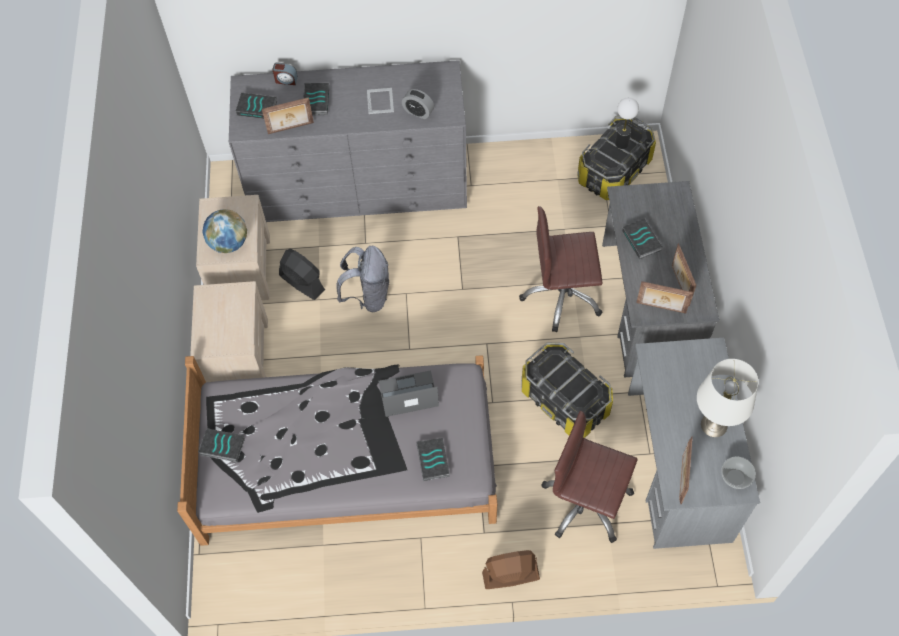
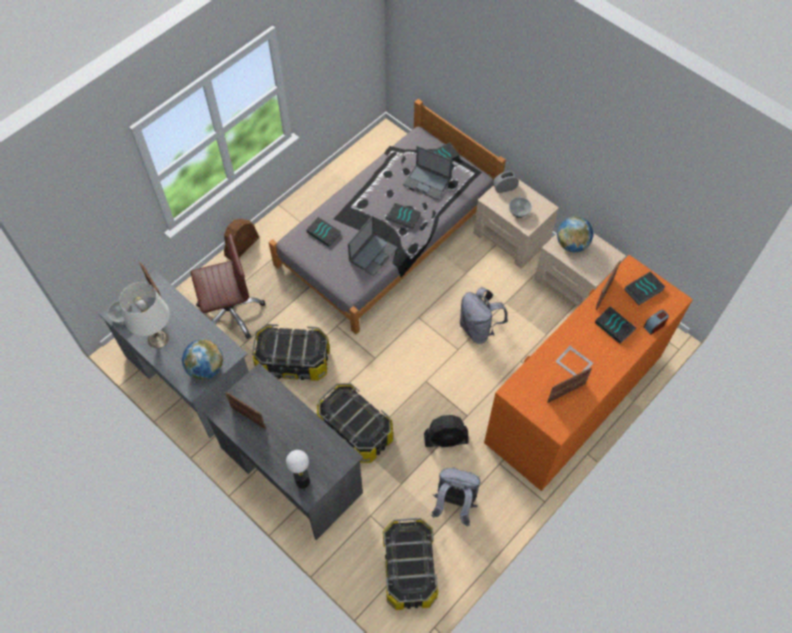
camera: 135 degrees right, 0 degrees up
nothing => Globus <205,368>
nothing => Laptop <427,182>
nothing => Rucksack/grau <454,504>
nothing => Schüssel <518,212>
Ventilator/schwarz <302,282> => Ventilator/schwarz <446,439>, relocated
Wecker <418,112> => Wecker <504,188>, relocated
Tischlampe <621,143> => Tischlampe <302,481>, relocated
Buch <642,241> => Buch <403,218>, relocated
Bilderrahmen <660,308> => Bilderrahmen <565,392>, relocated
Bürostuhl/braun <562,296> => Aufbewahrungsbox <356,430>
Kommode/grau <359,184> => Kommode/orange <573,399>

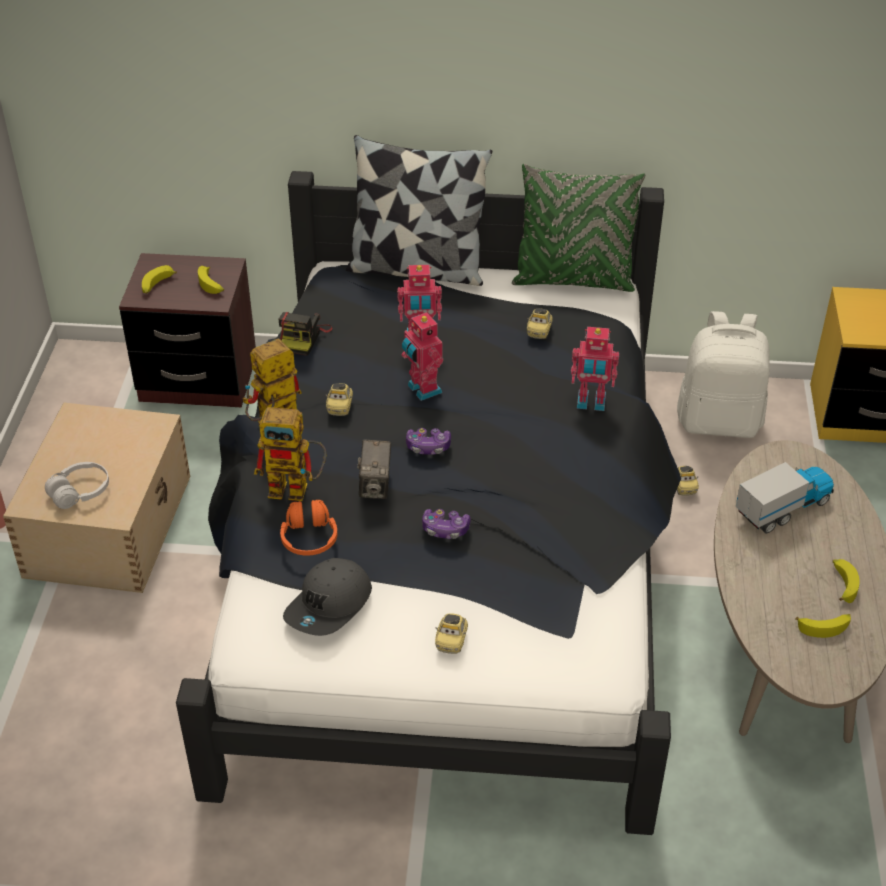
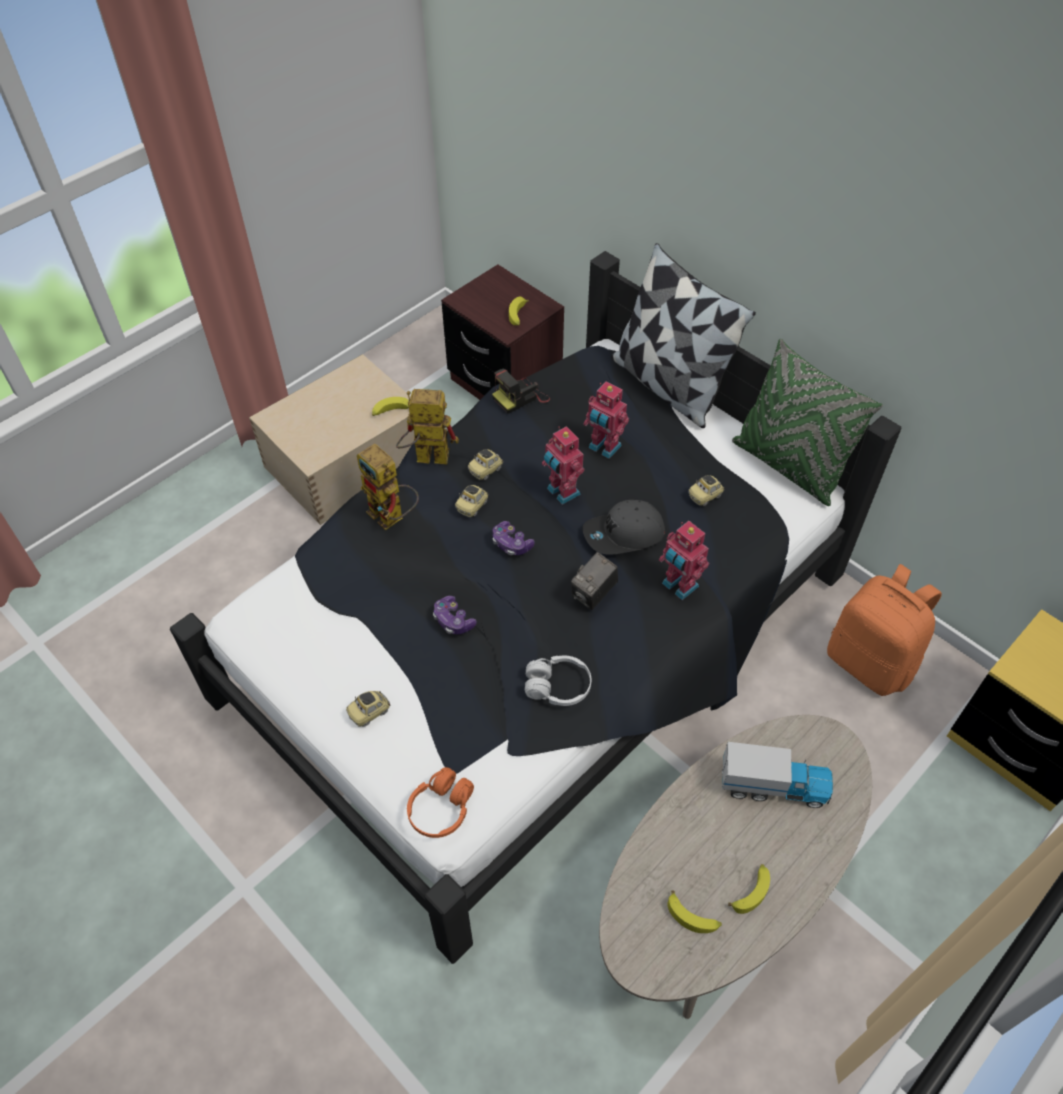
camera: 40 degrees right, 10 degrees up
Kopfhörer/weiß <80,492> => Kopfhörer/weiß <557,687>, relocated
Banane <157,285> => Banane <390,412>, relocated
Kopfhörer/orange <309,538> => Kopfhörer/orange <441,809>, relocated
Kappe/grau <330,606> => Kappe/grau <623,535>, relocated
Kamera <375,486> => Kamera <593,594>, relocated
Spielzeugauto <683,487> => Spielzeugauto <472,506>, relocated
Rucksack/weiß <719,421> => Rucksack/orange <870,662>
Spielzeugroboter <422,390> => Spielzeugroboter <561,492>, 45 degrees counterclockwise

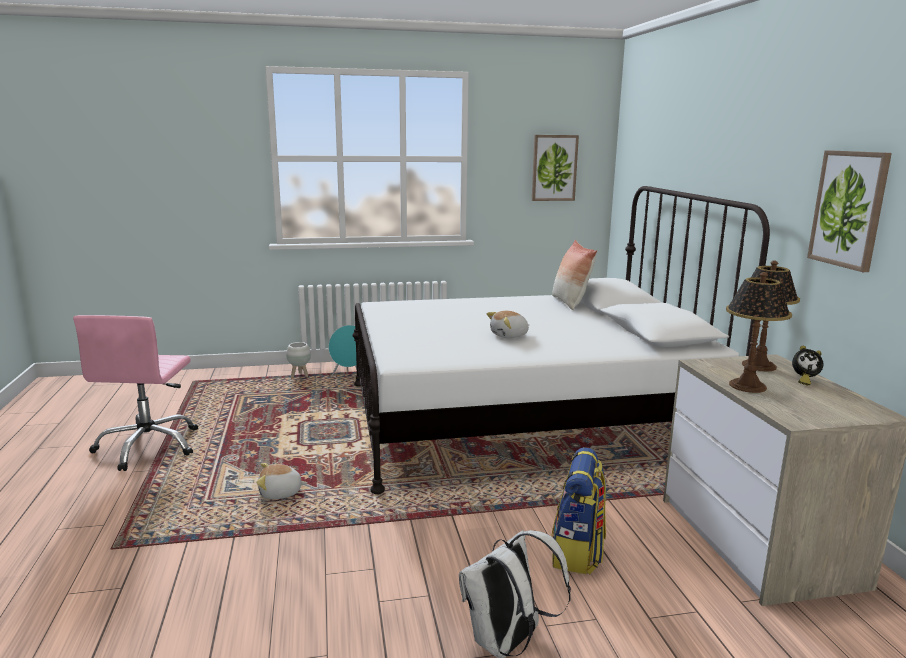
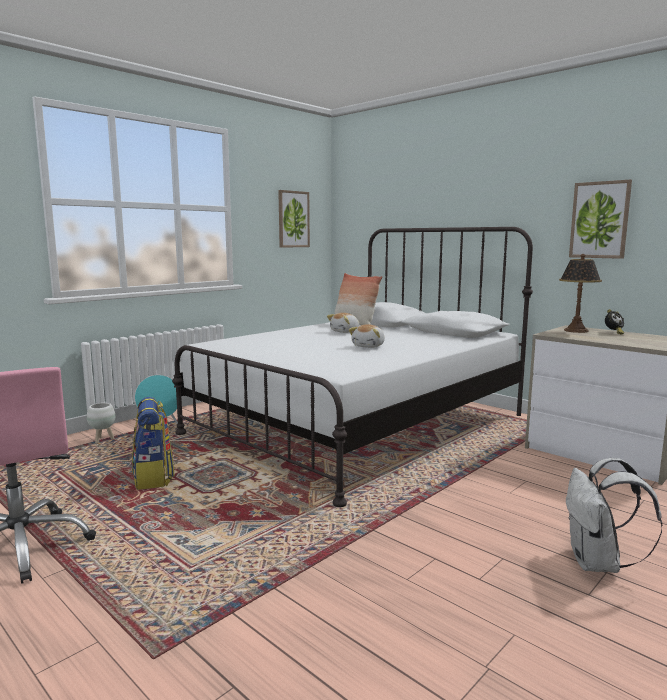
camera: 35 degrees left, 5 degrees down
Tischlampe <747,386> => nothing
Plüschtier <280,493> => Plüschtier <345,331>, relocated
Rucksack <578,553> => Rucksack <154,478>, relocated

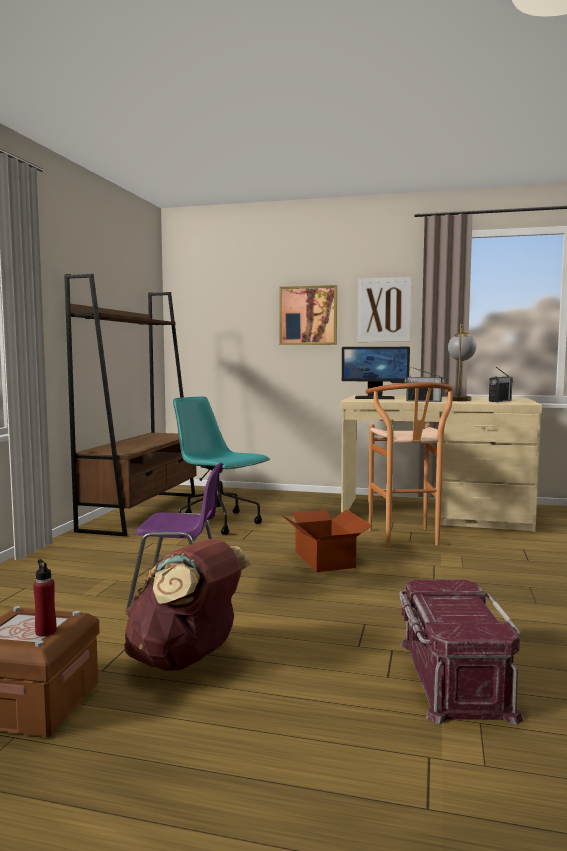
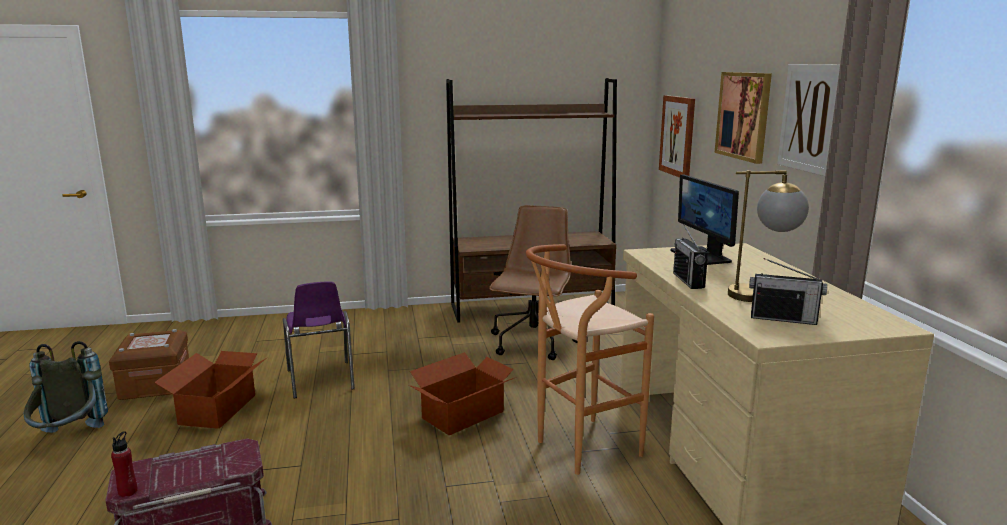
camera: 65 degrees right, 10 degrees up
nothing => Rucksack/grau <69,439>
nothing => Bild <677,136>
Flasche/rot <46,632> => Flasche/rot <128,492>, relocated
Rucksack/braun <186,660> => Karton <217,409>
Bürostuhl/türkis <218,523> => Bürostuhl/braun <533,343>

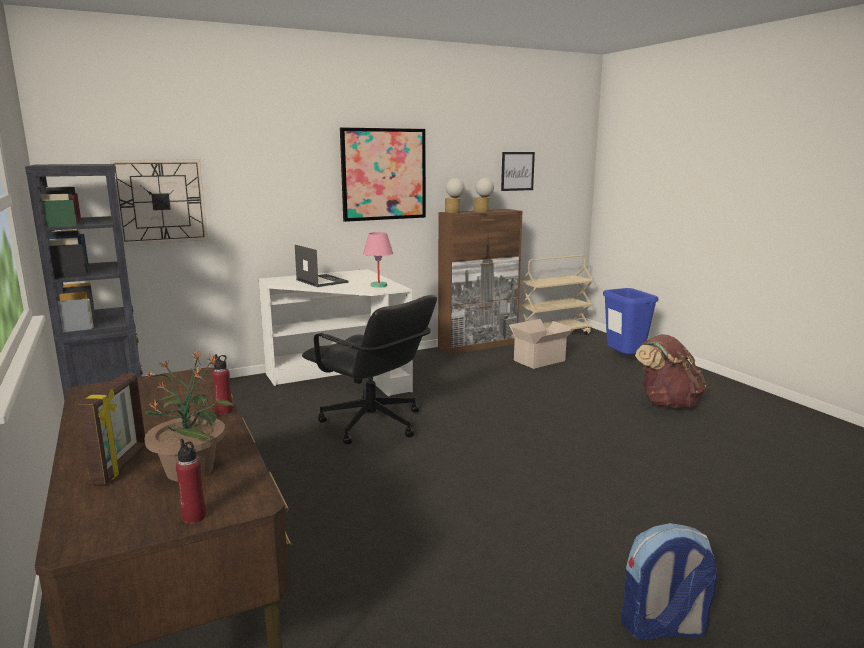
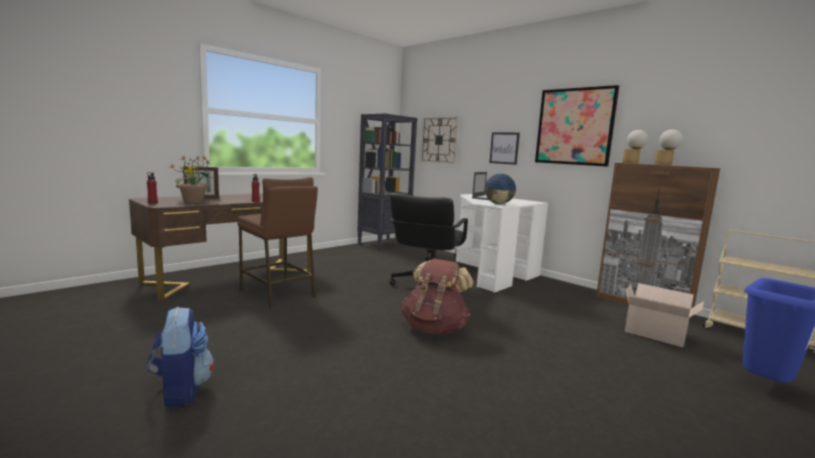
camera: 70 degrees right, 5 degrees down
nothing => Hocker/braun <277,294>
Bild <517,171> => Bild <504,148>, relocated
Rucksack/braun <667,404> => Rucksack/braun <434,328>, relocated
Tischlampe/rosa <379,285> => Globus <499,204>

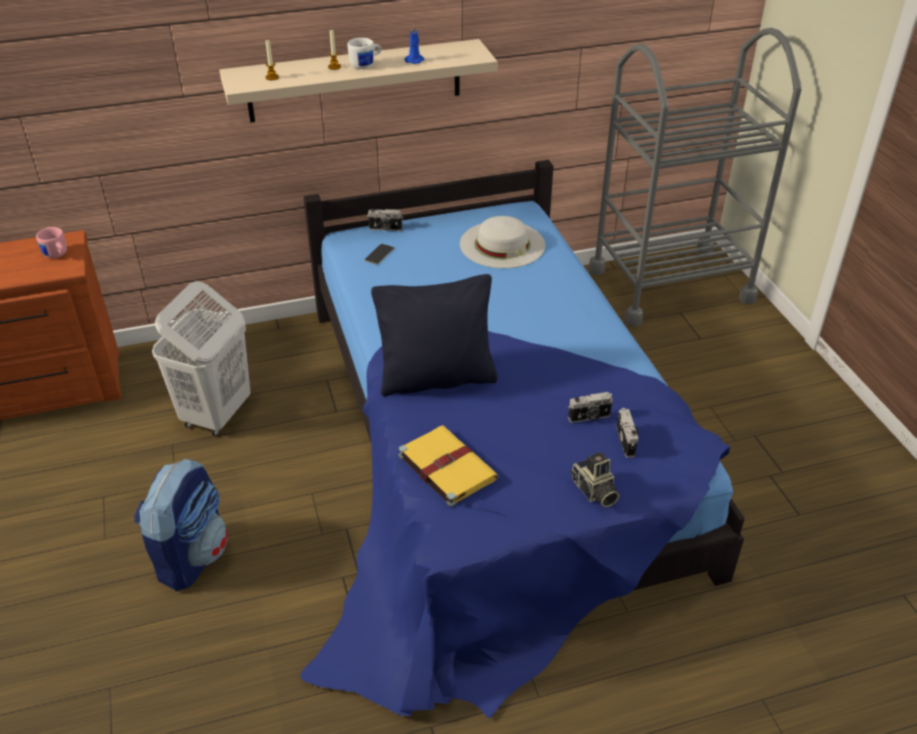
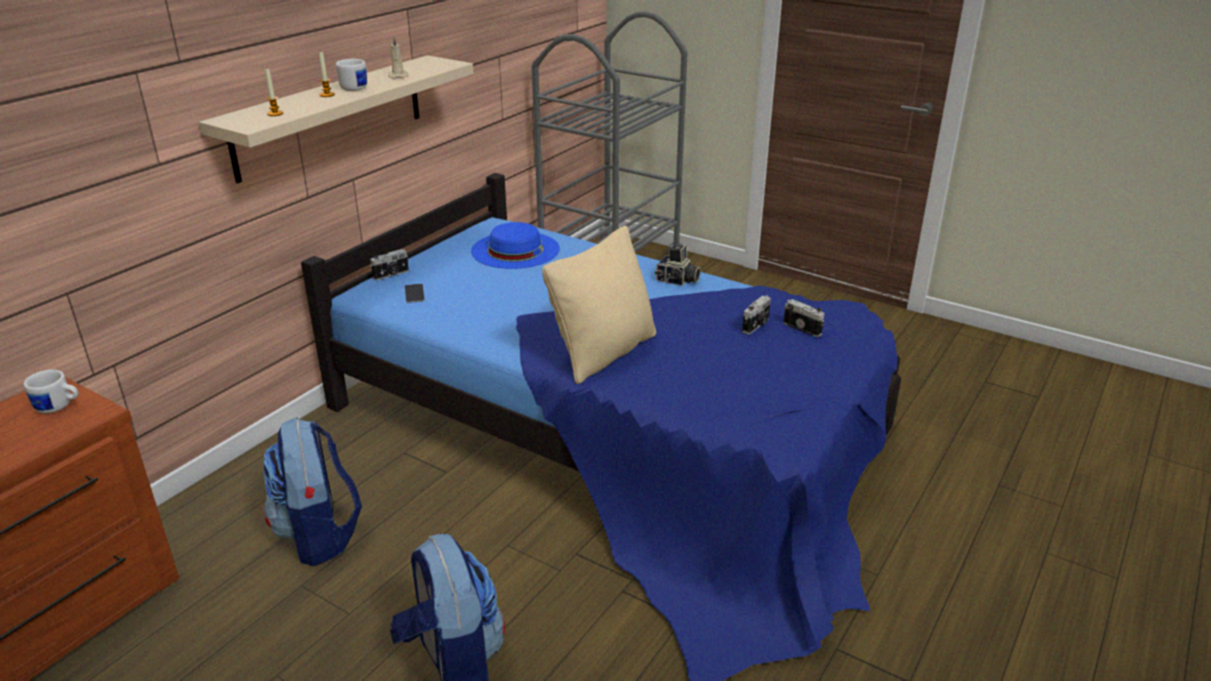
camera: 40 degrees left, 10 degrees down
Buch/gelb <445,466> => nothing
Kamera <594,491> => Kamera <677,281>, relocated
Wäschekorb/weiß <216,414> => Rucksack <319,535>
Henkelbecher/rosa <57,255> => Henkelbecher/weiß <59,407>
Kissen/schwarz <437,378> => Kissen/beige <604,353>
Kerze/blau <415,60> => Kerze/beige <398,76>
Hut/weiß <502,244> => Hut/blau <515,250>

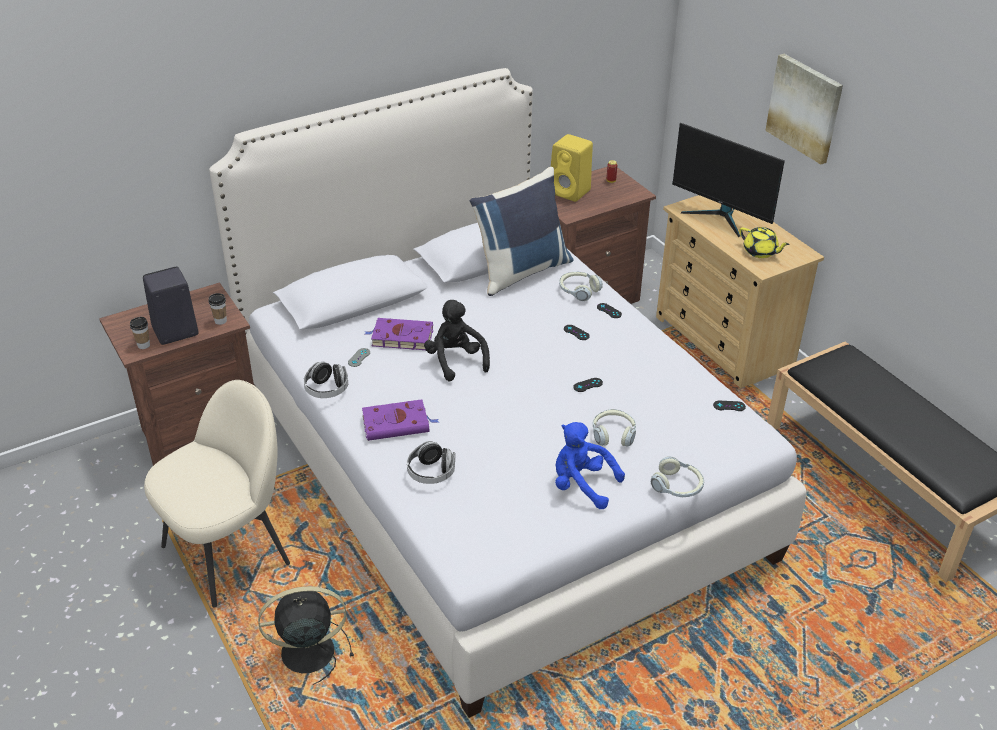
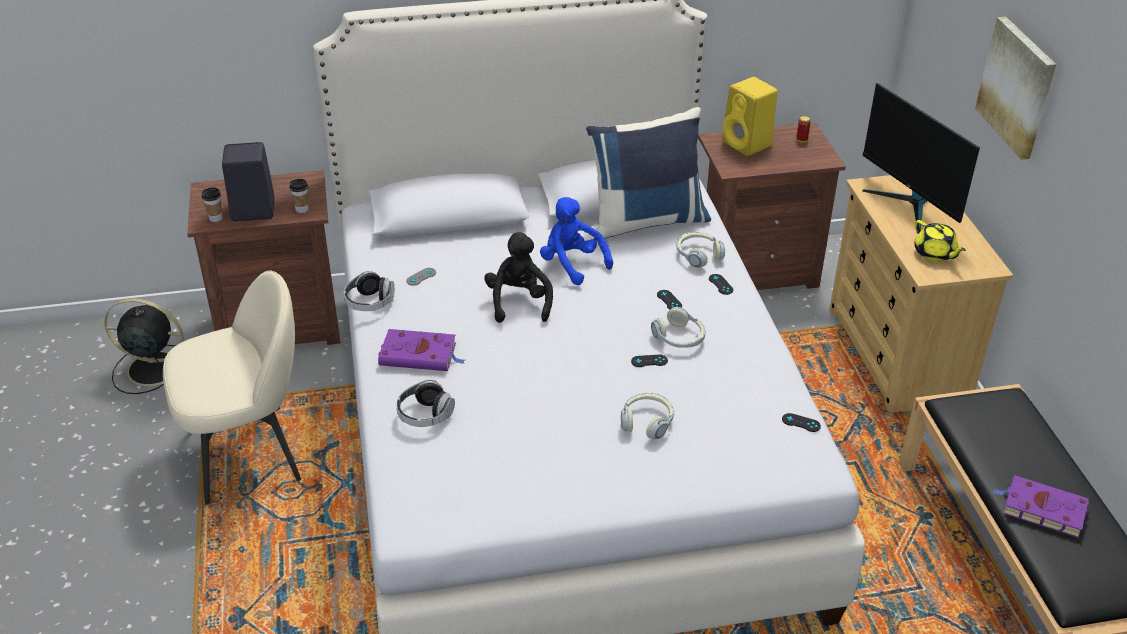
camera: 20 degrees right, 0 degrees up
Ventilator/schwarz <305,653> => Ventilator/schwarz <151,369>, relocated
Buch/lila <400,337> => Buch/lila <1041,509>, relocated
Plüschtier/blau <581,485> => Plüschtier/blau <572,264>, relocated
Kopfhörer <677,486> => Kopfhörer <679,338>, relocated

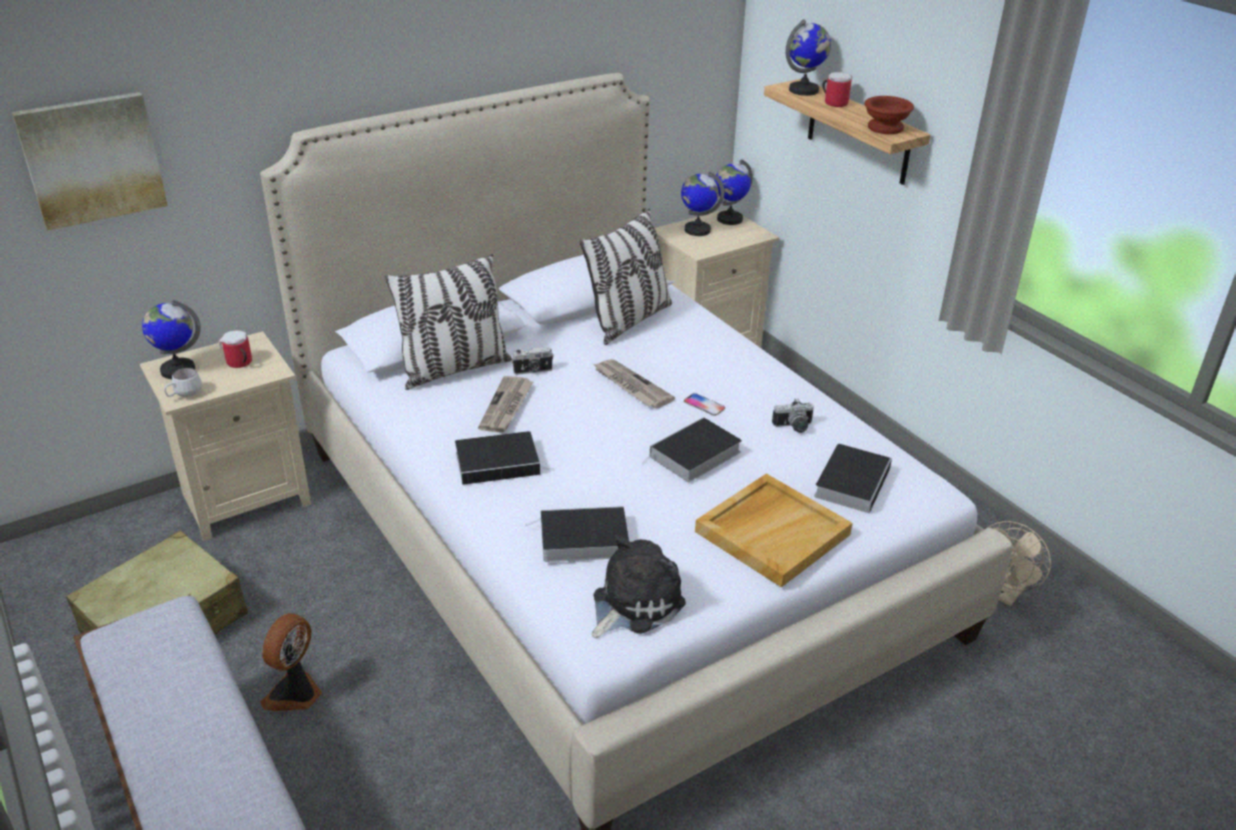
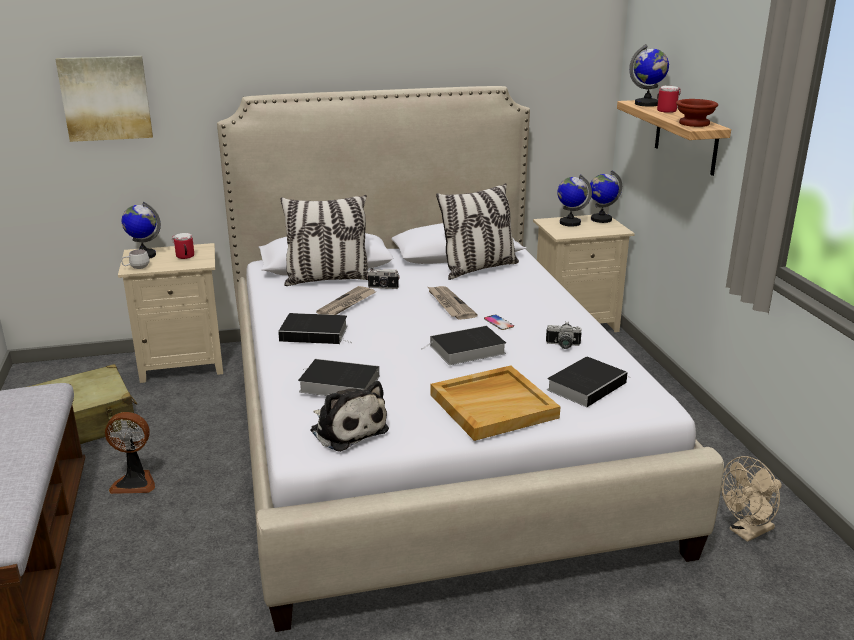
camera: 20 degrees right, 10 degrees down
Ventilator <295,694> => Ventilator <135,482>, 135 degrees counterclockwise
Plüschtier <633,603> => Plüschtier <347,429>, 75 degrees clockwise

